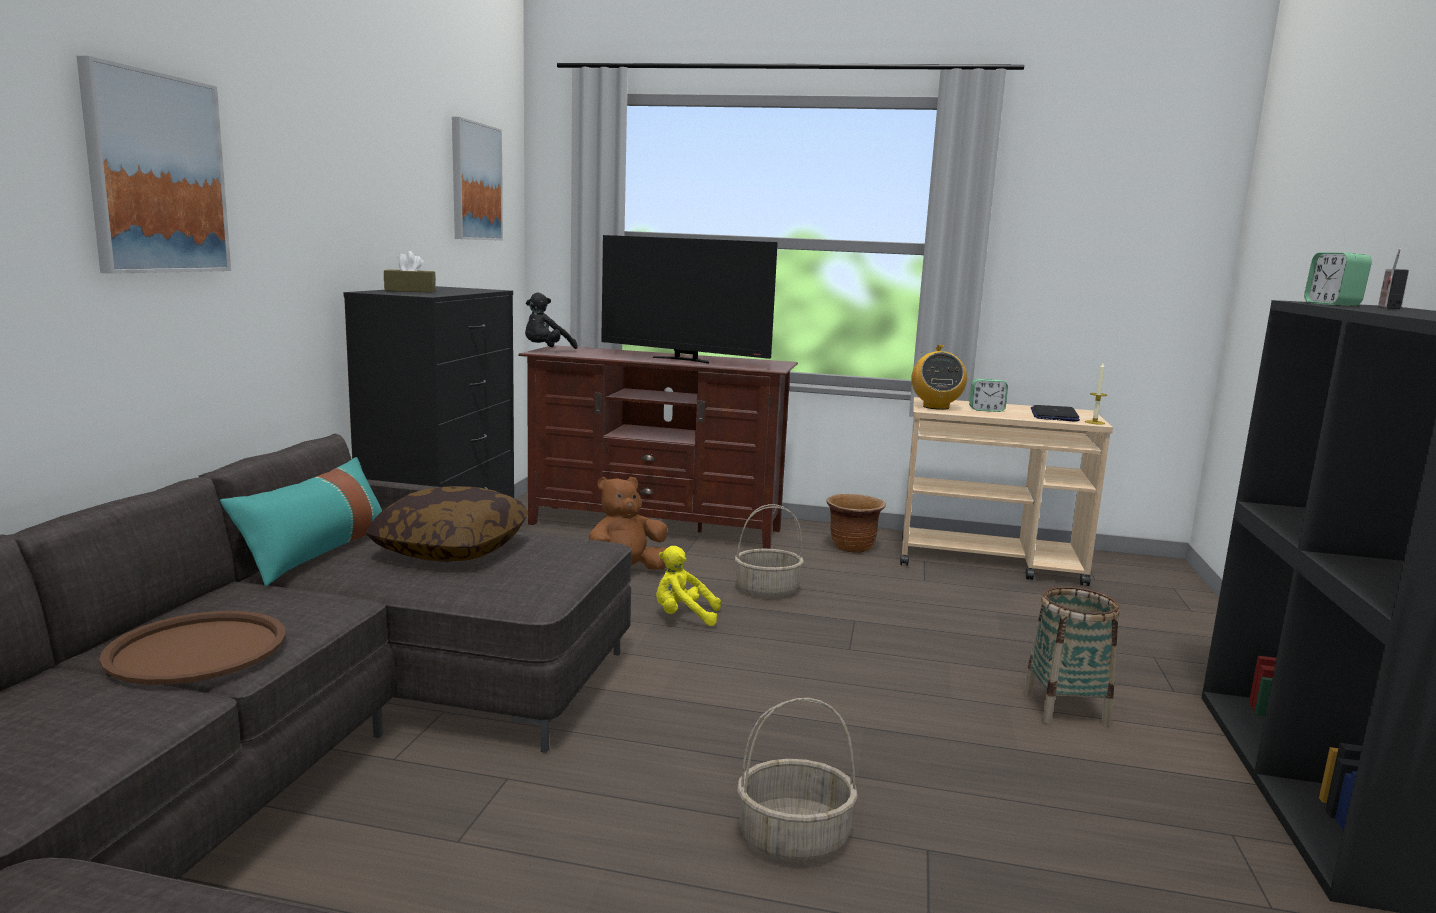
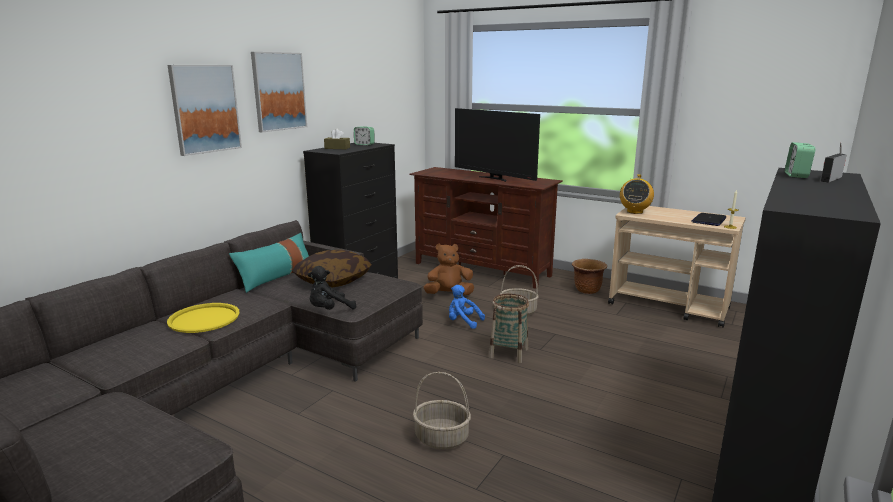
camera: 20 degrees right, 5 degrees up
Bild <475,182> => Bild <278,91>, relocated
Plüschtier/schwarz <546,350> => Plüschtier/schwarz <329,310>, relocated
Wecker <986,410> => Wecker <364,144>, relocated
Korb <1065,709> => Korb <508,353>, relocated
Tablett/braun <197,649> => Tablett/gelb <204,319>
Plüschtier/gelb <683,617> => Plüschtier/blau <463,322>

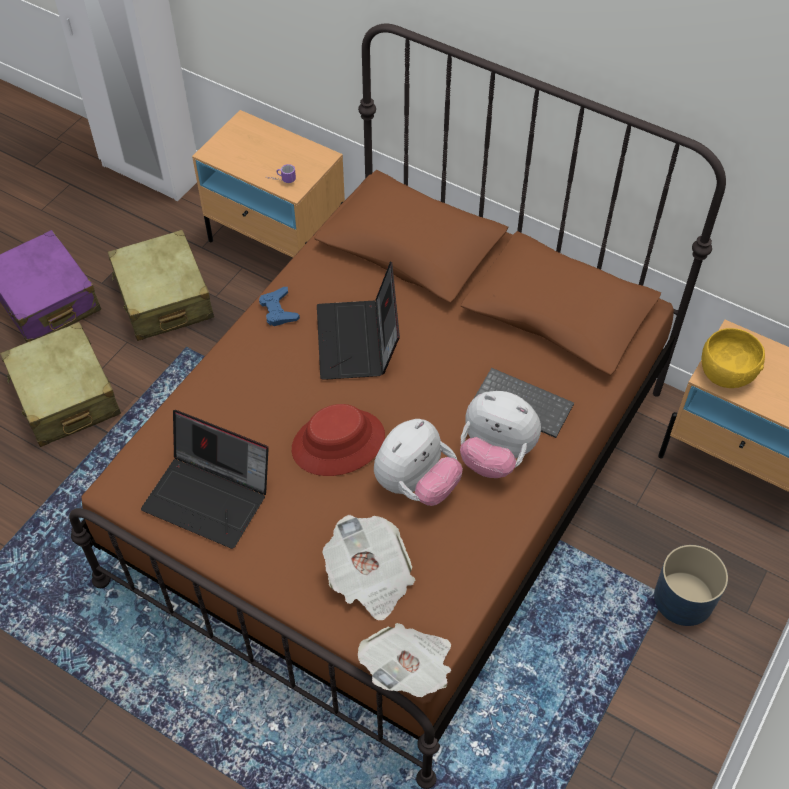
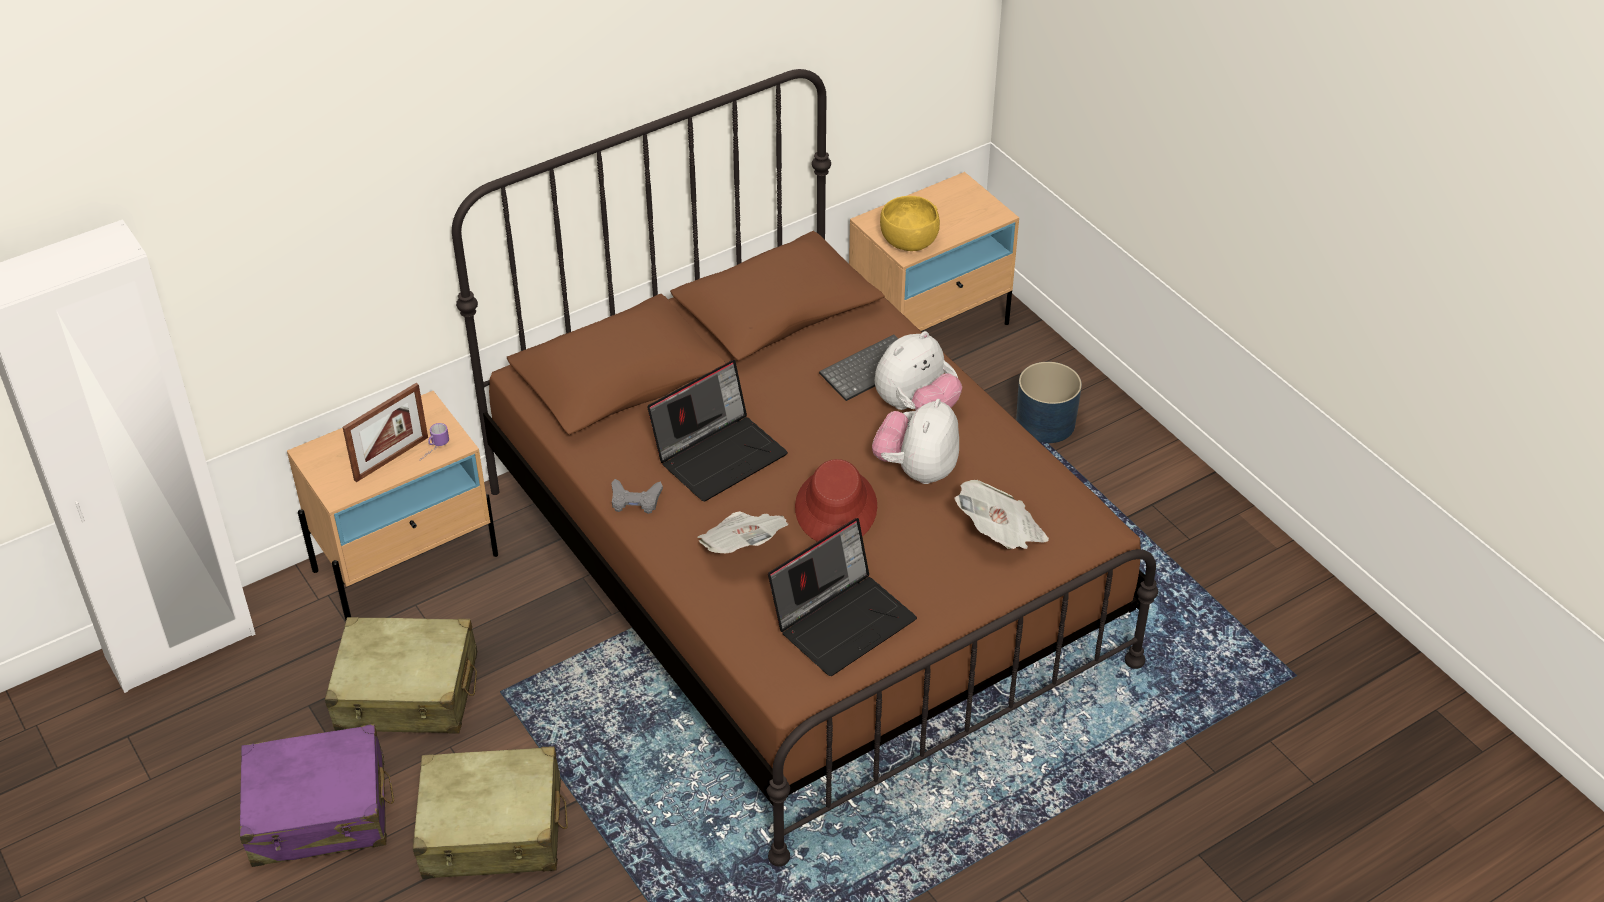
camera: 65 degrees left, 10 degrees down
nothing => Bilderrahmen <391,458>
Zeitung <409,668> => Zeitung <742,547>, relocated
Gamepad/blau <278,310> => Gamepad/grau <635,500>
Laptop <358,342> => Laptop <720,454>, 60 degrees counterclockwise
Plüschtier <416,484> => Plüschtier <916,470>, 135 degrees counterclockwise

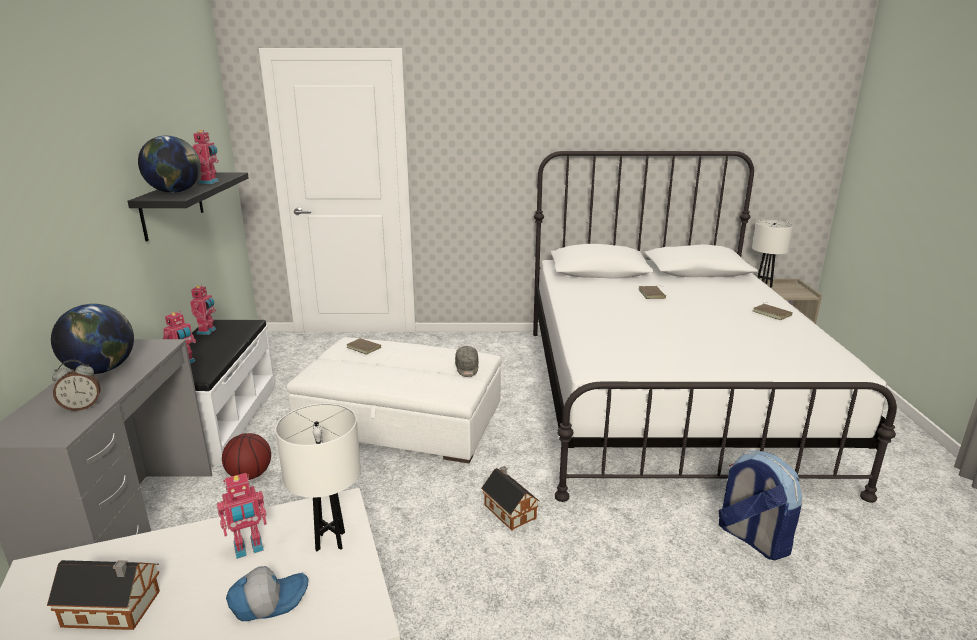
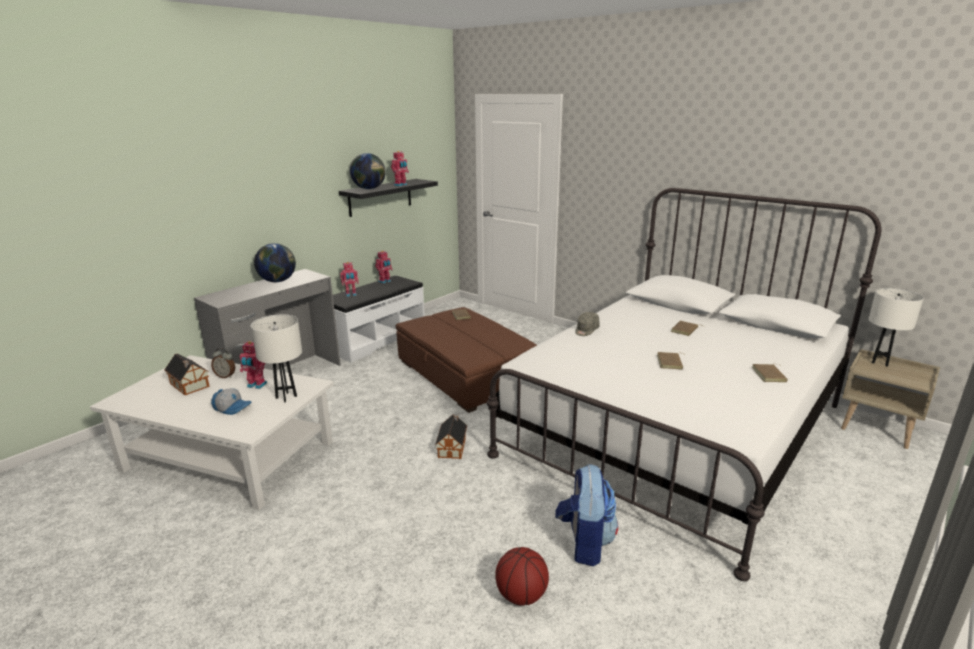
camera: 40 degrees right, 0 degrees up
nothing => Buch/braun <670,362>
Wecker <82,407> => Wecker <226,376>, relocated
Basketball <249,475> => Basketball <521,595>, relocated
Kappe/grau <467,368> => Kappe/grau <586,330>, relocated
Polsterhocker/weiß <401,421> => Polsterhocker/braun <464,374>

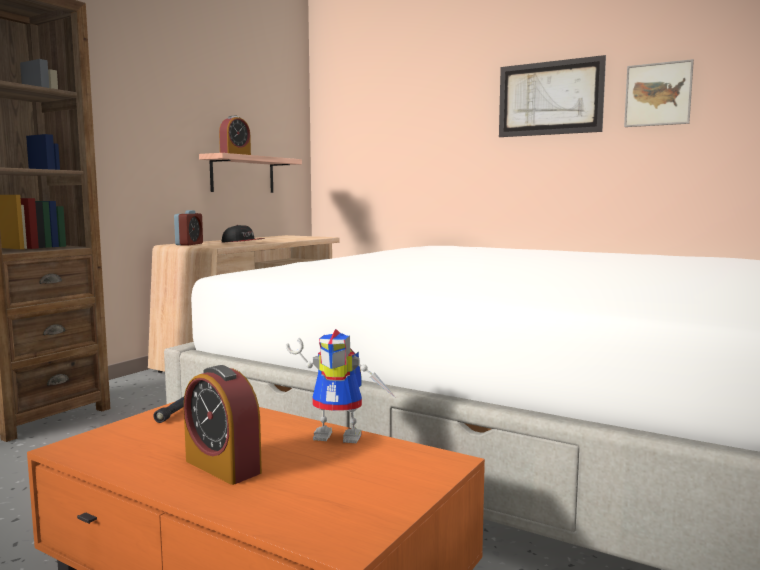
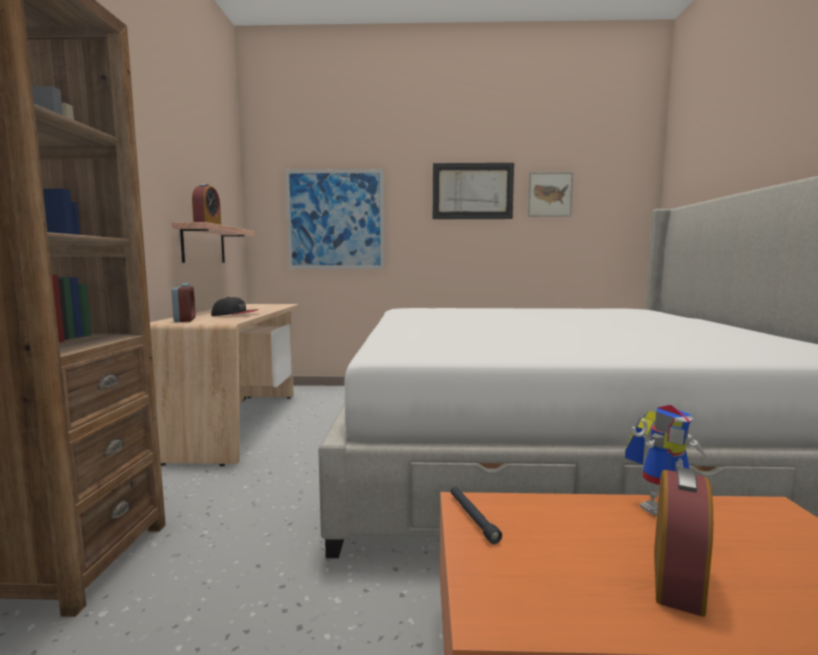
camera: 30 degrees left, 0 degrees up
nothing => Bild <335,219>
Wecker <223,466> => Wecker <677,580>, 75 degrees counterclockwise

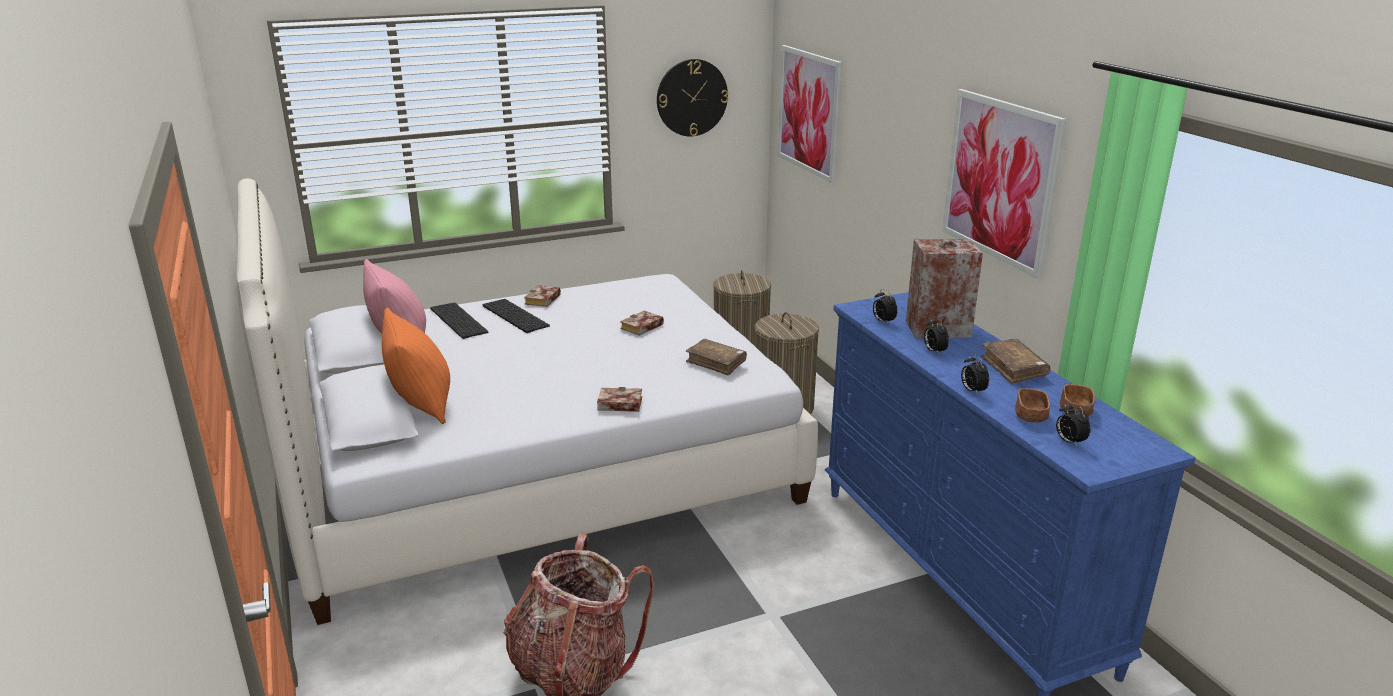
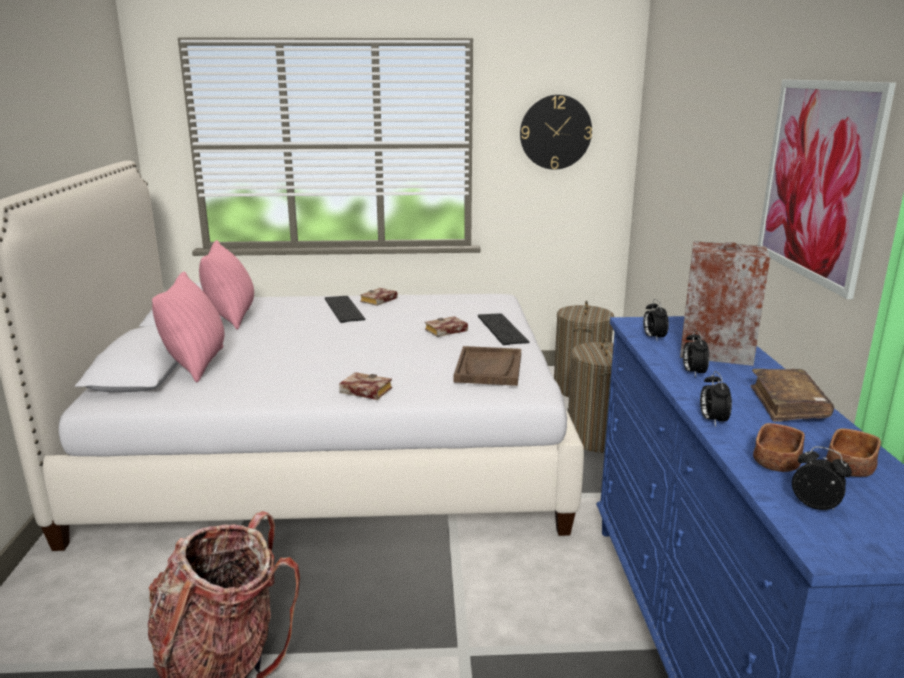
camera: 20 degrees right, 5 degrees down
Bild <808,112> => nothing
Tastatur <456,320> => Tastatur <500,328>, relocated
Buch/braun <716,363> => Tablett/braun <489,368>
Kissen/orange <421,404> => Kissen/rosa <197,364>
Wecker <1069,442> => Wecker <816,505>, 135 degrees clockwise

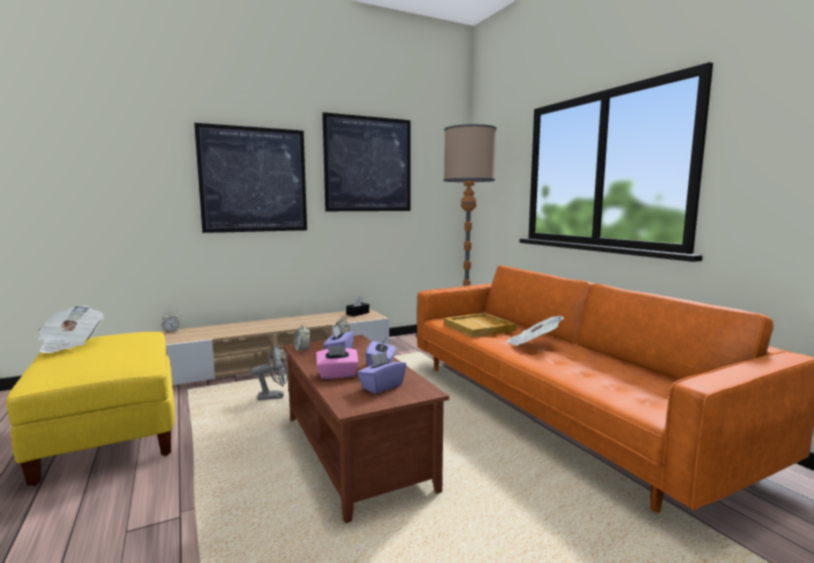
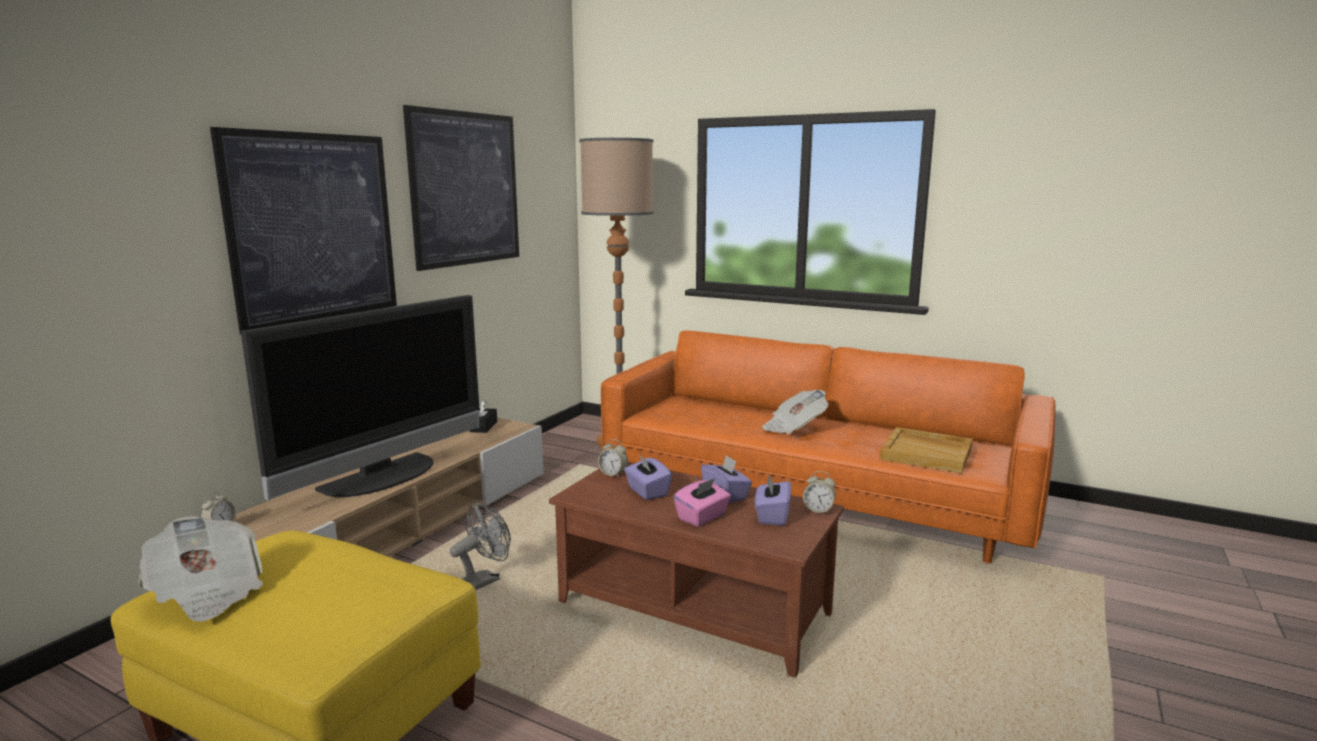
camera: 35 degrees left, 5 degrees up
nothing => Fernseher <384,477>
Wecker <302,350> => Wecker <818,510>, relocated
Tablett/beige <479,327> => Tablett/beige <927,453>, relocated

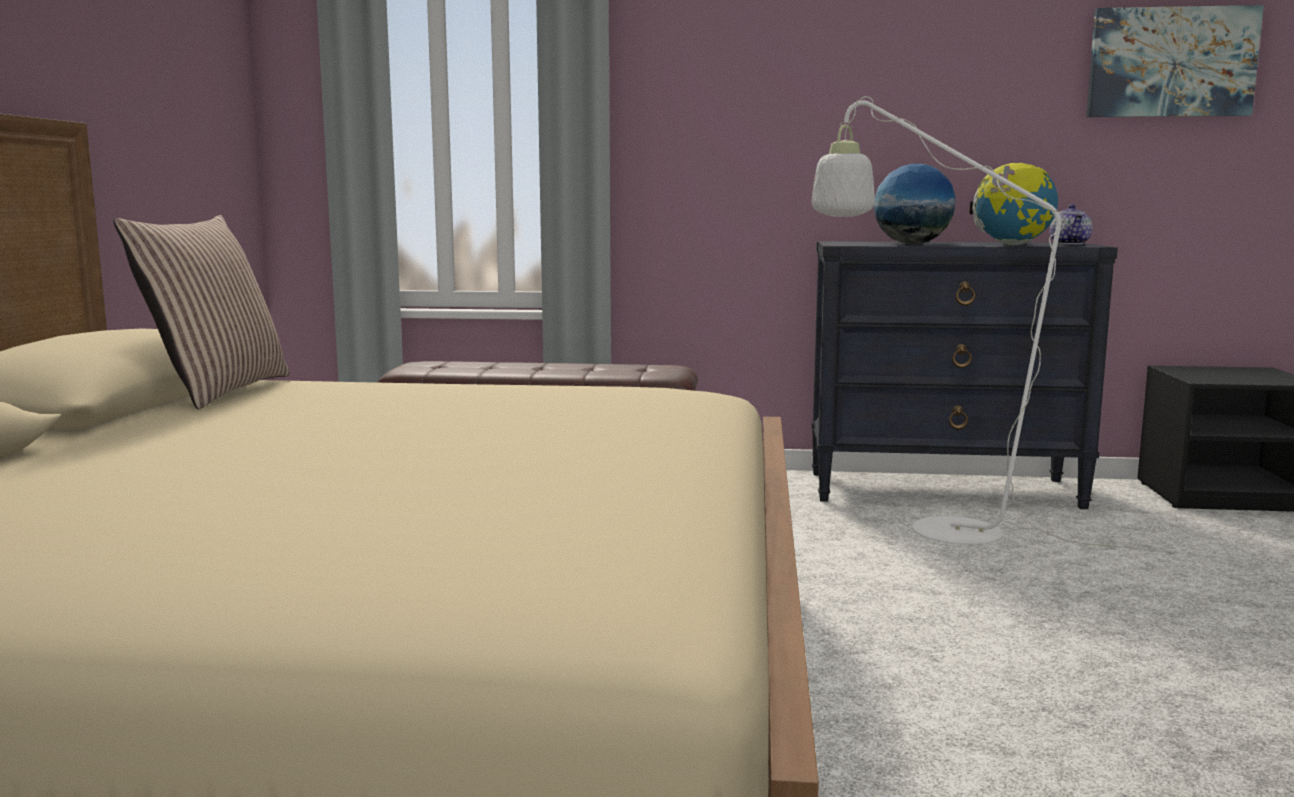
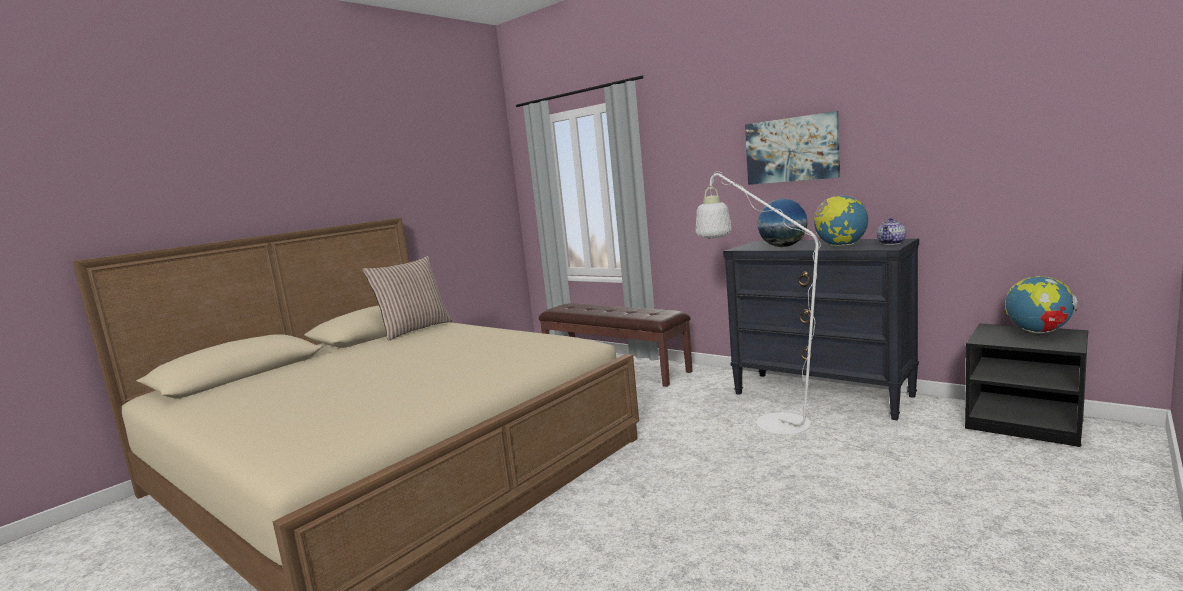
camera: 35 degrees right, 0 degrees up
nothing => Globus <1038,332>
Bild <1171,62> => Bild <791,149>, relocated

